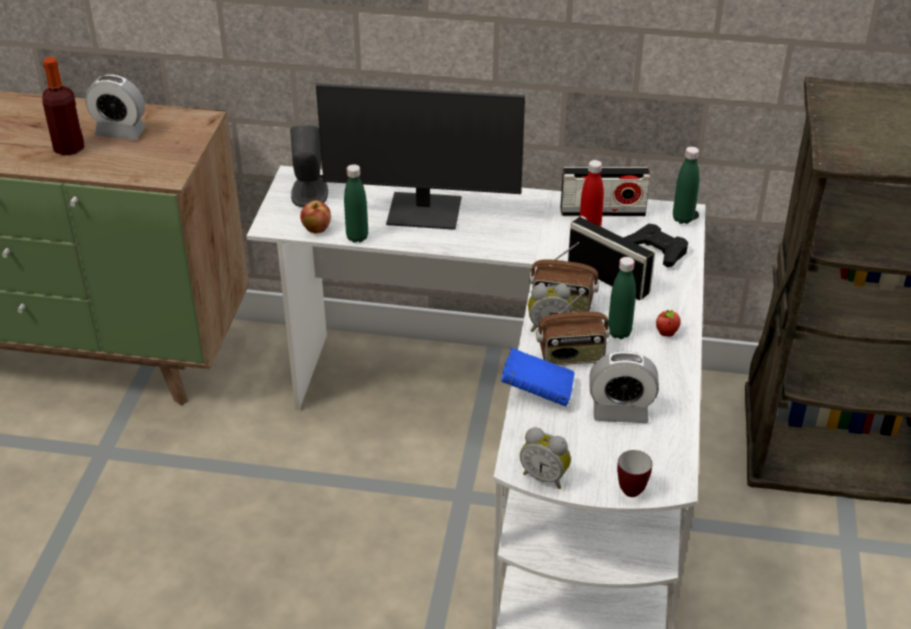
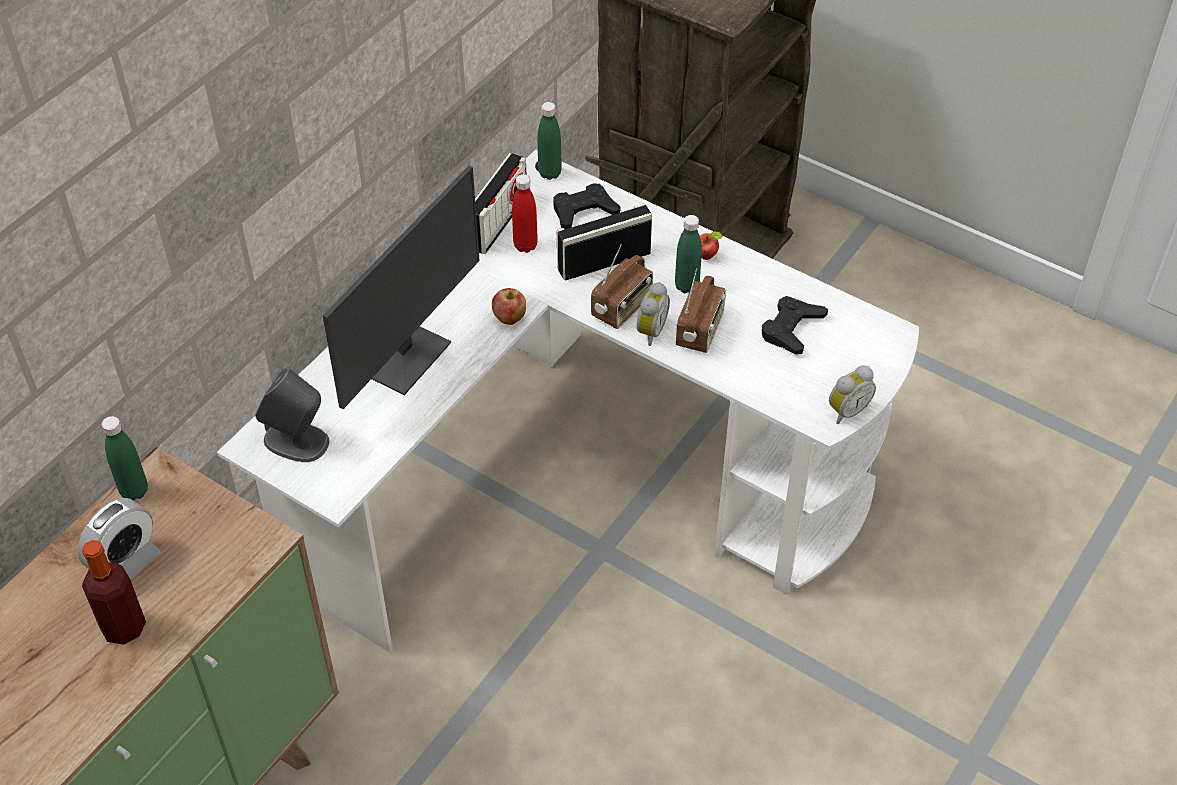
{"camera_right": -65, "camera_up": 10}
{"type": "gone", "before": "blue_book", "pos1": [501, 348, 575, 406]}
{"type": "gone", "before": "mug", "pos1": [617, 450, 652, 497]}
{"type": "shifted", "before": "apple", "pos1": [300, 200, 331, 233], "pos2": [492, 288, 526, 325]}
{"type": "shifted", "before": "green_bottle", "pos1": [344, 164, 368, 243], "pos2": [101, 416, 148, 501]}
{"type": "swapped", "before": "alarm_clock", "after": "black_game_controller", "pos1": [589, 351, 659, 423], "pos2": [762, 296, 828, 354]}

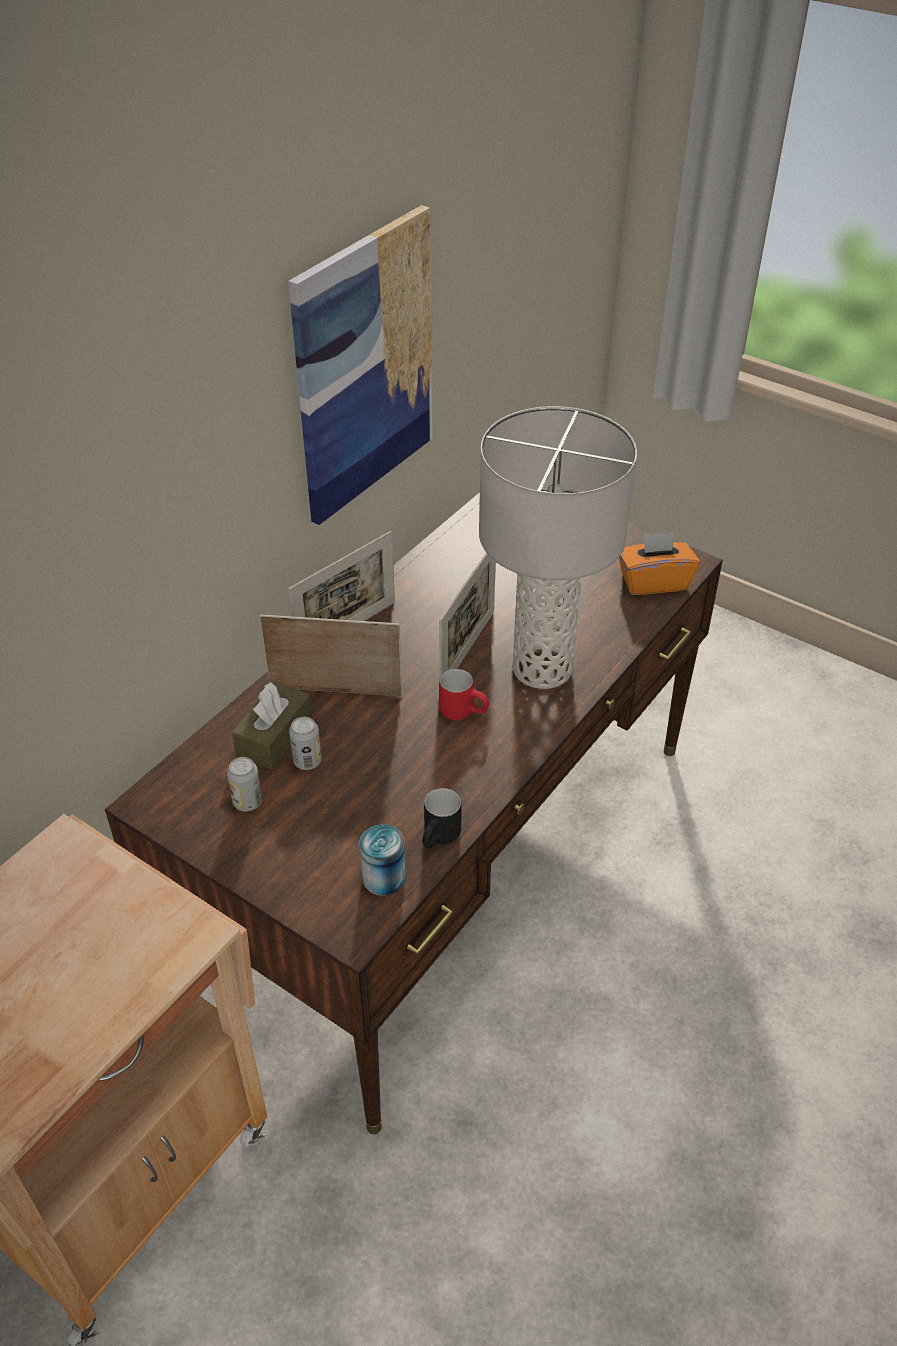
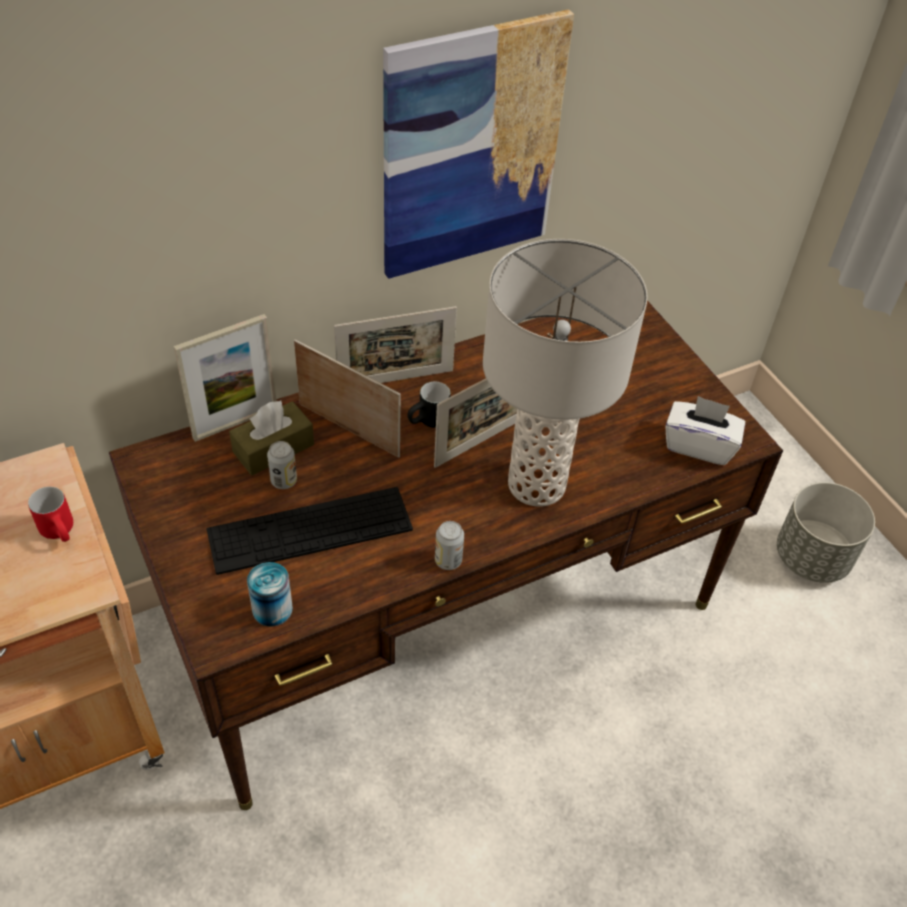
{"camera_right": 25, "camera_up": 5}
{"type": "new", "after": "picture_frame", "pos2": [174, 314, 276, 442]}
{"type": "new", "after": "keyboard", "pos2": [207, 487, 413, 575]}
{"type": "new", "after": "grey_planter", "pos2": [777, 482, 875, 583]}
{"type": "shifted", "before": "can", "pos1": [227, 757, 262, 811], "pos2": [435, 521, 464, 570]}
{"type": "shifted", "before": "black_mug", "pos1": [422, 788, 462, 849], "pos2": [407, 381, 451, 428]}
{"type": "shifted", "before": "red_mug", "pos1": [439, 669, 489, 720], "pos2": [28, 487, 73, 542]}
{"type": "repainted", "before": "orange_tissue_box", "after": "white_tissue_box", "pos1": [619, 531, 700, 595], "pos2": [665, 396, 745, 465]}

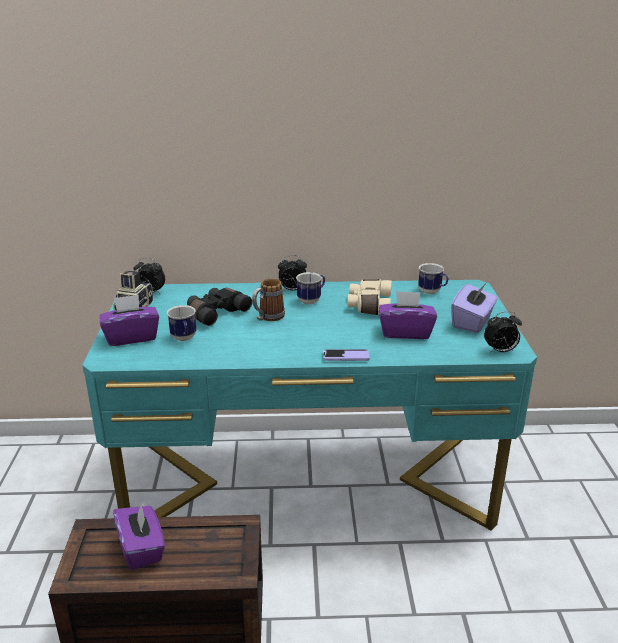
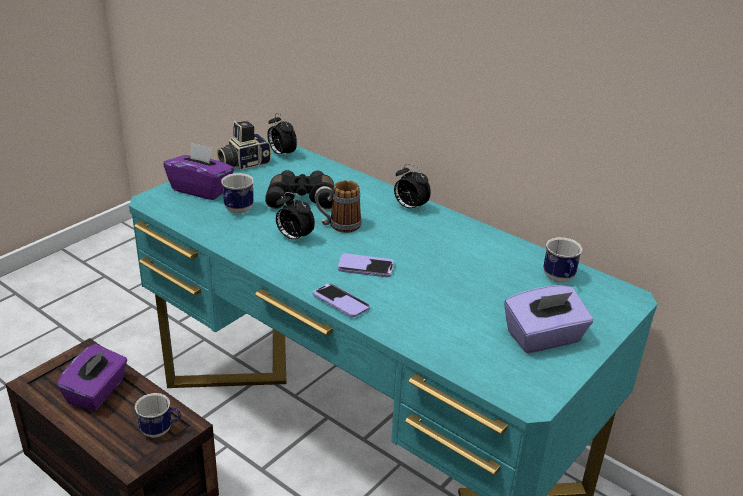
{"camera_right": 40, "camera_up": 5}
{"type": "gone", "before": "beige_binoculars", "pos1": [348, 279, 391, 315]}
{"type": "gone", "before": "purple_tissue_box", "pos1": [379, 291, 437, 339]}
{"type": "new", "after": "phone", "pos2": [338, 253, 394, 277]}
{"type": "shifted", "before": "mug", "pos1": [296, 272, 325, 305], "pos2": [135, 393, 181, 438]}
{"type": "shifted", "before": "alarm_clock", "pos1": [484, 311, 522, 353], "pos2": [276, 192, 315, 243]}

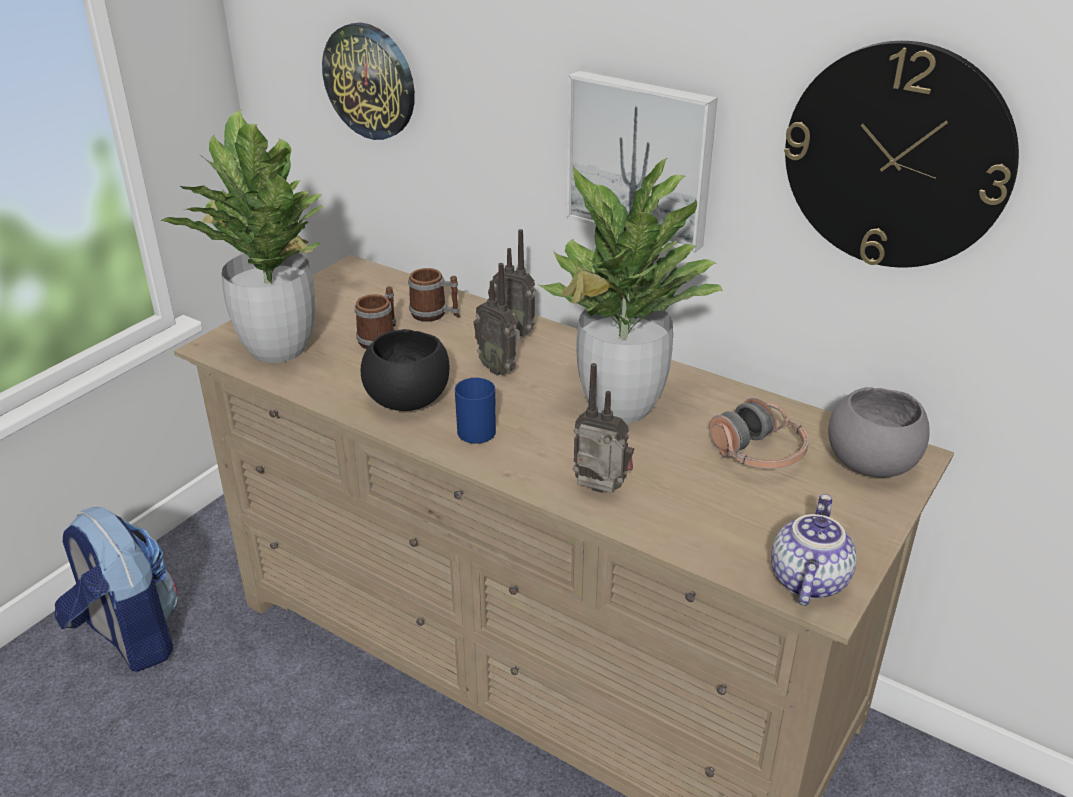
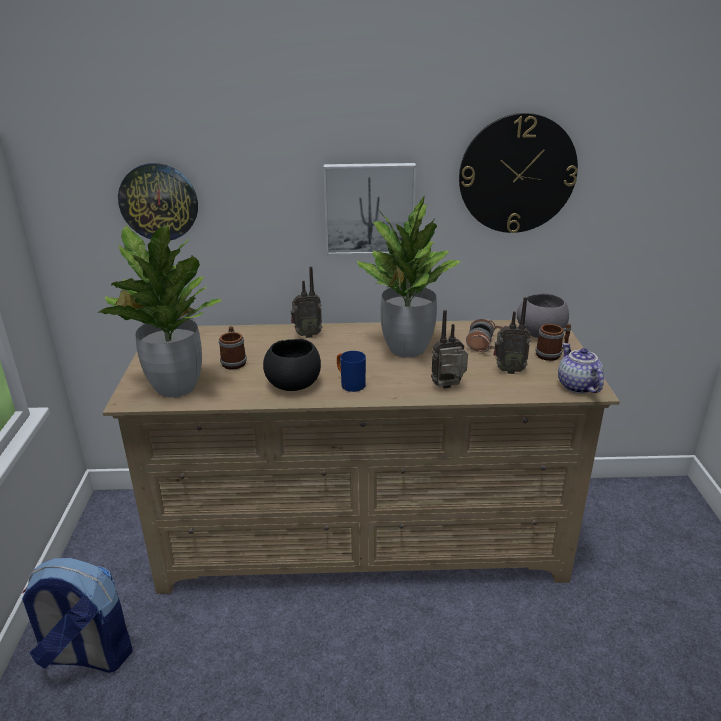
{"camera_right": -35, "camera_up": -5}
{"type": "shifted", "before": "mug", "pos1": [408, 268, 461, 322], "pos2": [536, 323, 571, 361]}
{"type": "shifted", "before": "radio", "pos1": [473, 263, 520, 376], "pos2": [493, 297, 531, 374]}

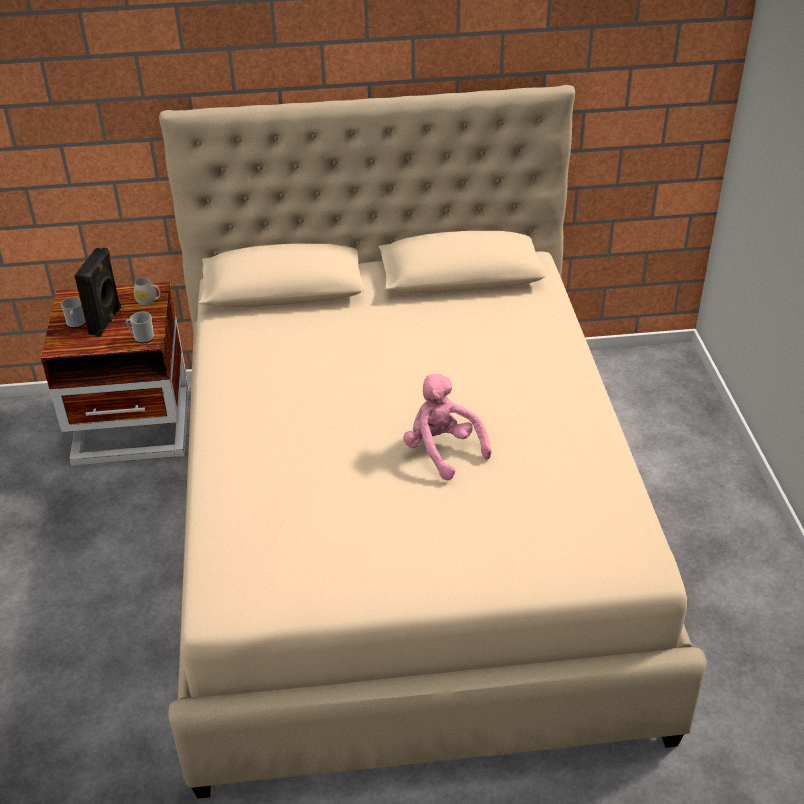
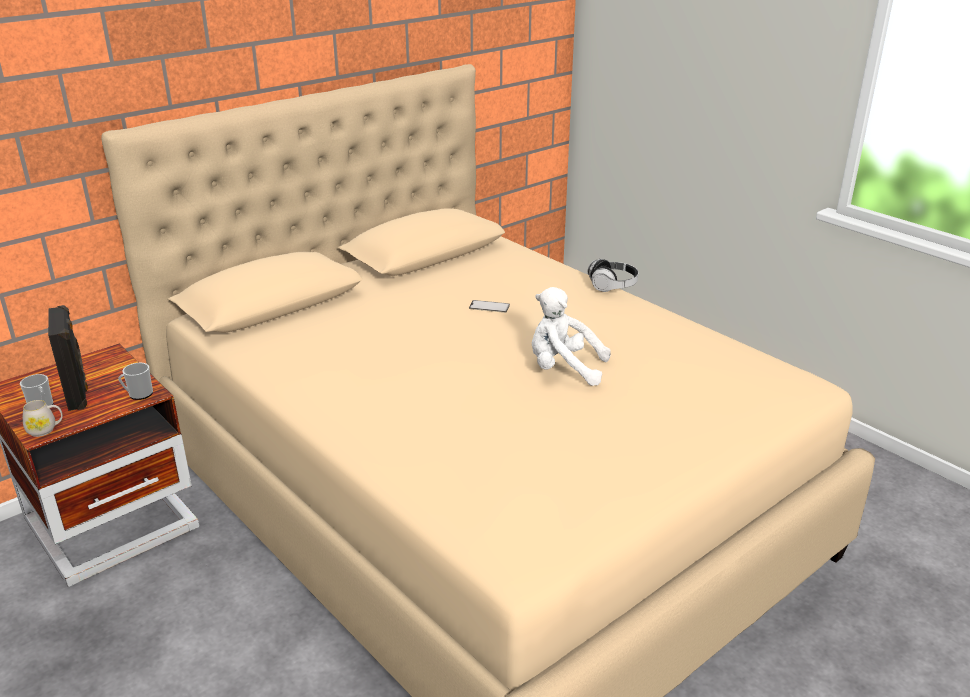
{"camera_right": -35, "camera_up": -10}
{"type": "new", "after": "phone", "pos2": [469, 300, 510, 313]}
{"type": "new", "after": "headphones", "pos2": [588, 259, 639, 292]}
{"type": "shifted", "before": "white_mug", "pos1": [134, 277, 161, 305], "pos2": [23, 400, 63, 437]}
{"type": "repainted", "before": "pink_plush_toy", "after": "white_plush_toy", "pos1": [403, 374, 492, 480], "pos2": [532, 287, 611, 386]}

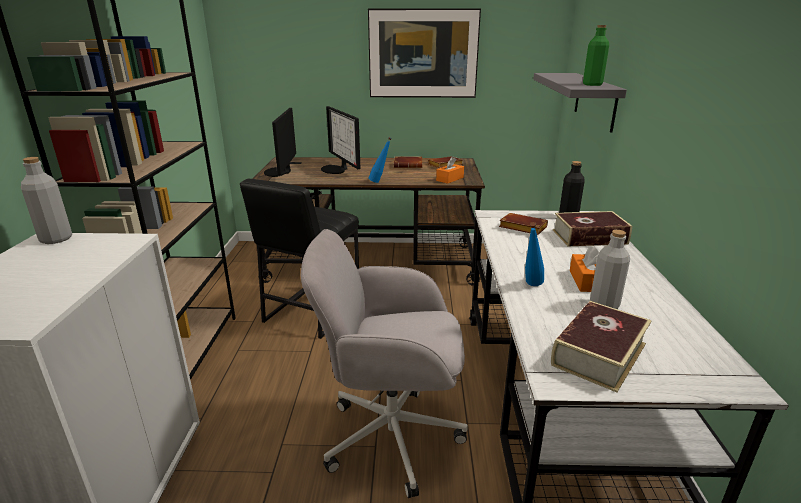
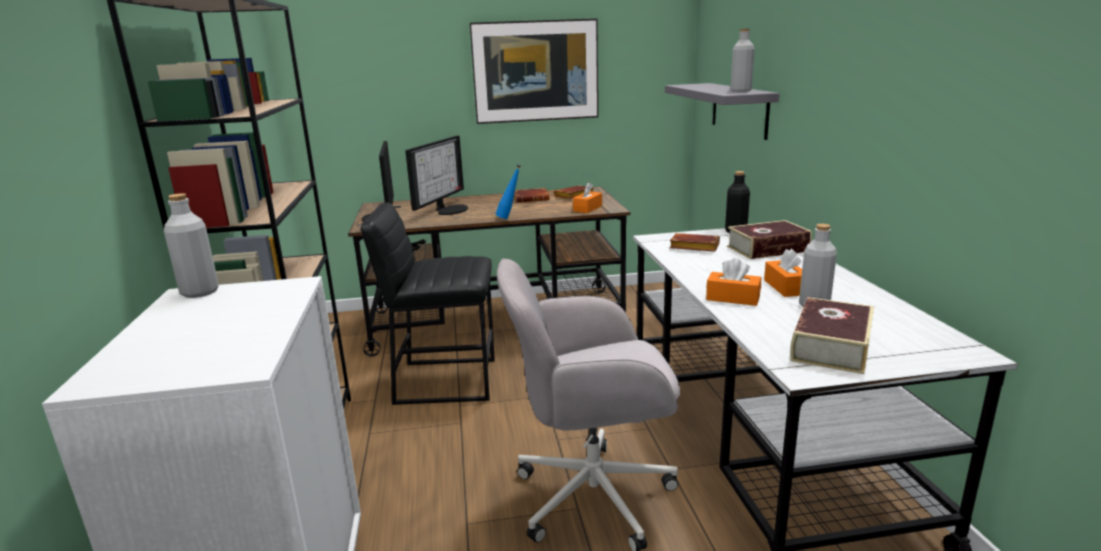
{"camera_right": -10, "camera_up": -5}
{"type": "swapped", "before": "blue_bottle", "after": "orange_tissue_box", "pos1": [525, 222, 544, 286], "pos2": [706, 258, 761, 306]}
{"type": "repainted", "before": "green_bottle", "after": "grey_bottle", "pos1": [583, 25, 609, 86], "pos2": [730, 28, 755, 92]}
{"type": "rotated", "before": "black_chair", "pos1": [240, 179, 359, 339], "pos2": [361, 202, 495, 405], "turn": 75}
{"type": "rotated", "before": "monitor", "pos1": [321, 106, 360, 174], "pos2": [405, 136, 468, 215], "turn": -120}

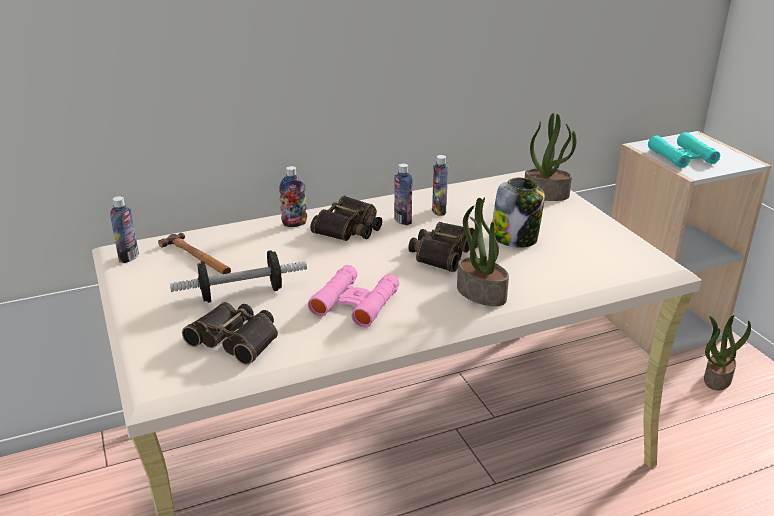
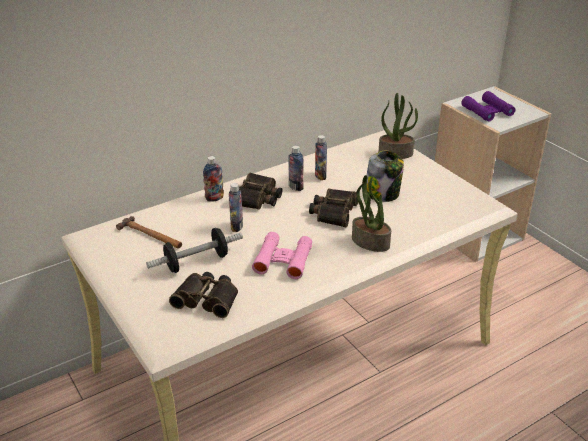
{"camera_right": -10, "camera_up": 5}
{"type": "gone", "before": "potted_plant", "pos1": [704, 315, 751, 391]}
{"type": "shifted", "before": "bottle", "pos1": [110, 196, 139, 263], "pos2": [229, 183, 243, 232]}
{"type": "repainted", "before": "turquoise_binoculars", "after": "purple_binoculars", "pos1": [648, 132, 720, 168], "pos2": [461, 91, 515, 121]}

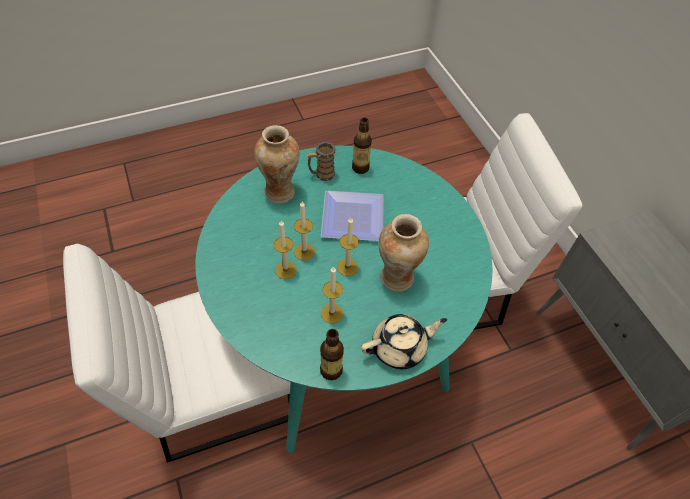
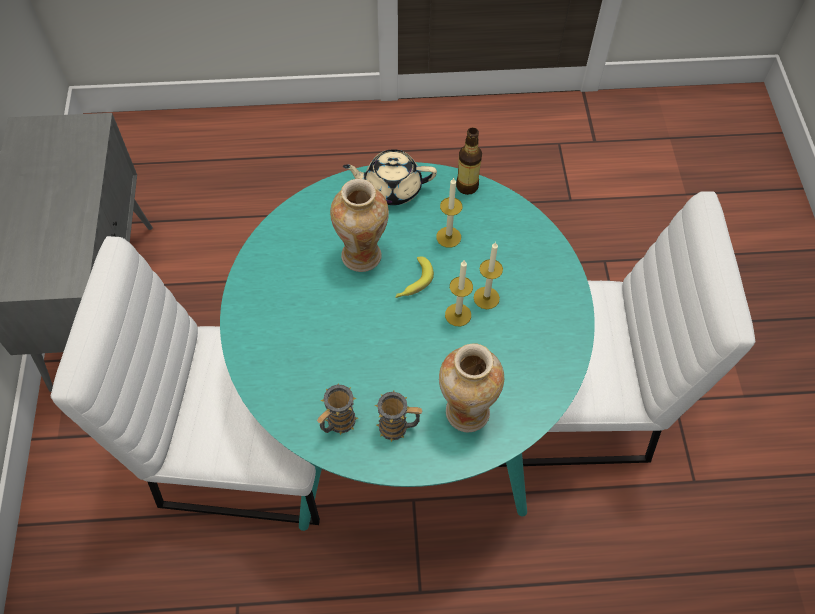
{"camera_right": -160, "camera_up": 5}
{"type": "gone", "before": "plate", "pos1": [321, 191, 384, 241]}
{"type": "swapped", "before": "candle", "after": "banana", "pos1": [337, 218, 359, 276], "pos2": [395, 256, 434, 298]}
{"type": "swapped", "before": "bottle", "after": "mug", "pos1": [352, 118, 372, 174], "pos2": [317, 384, 358, 435]}

